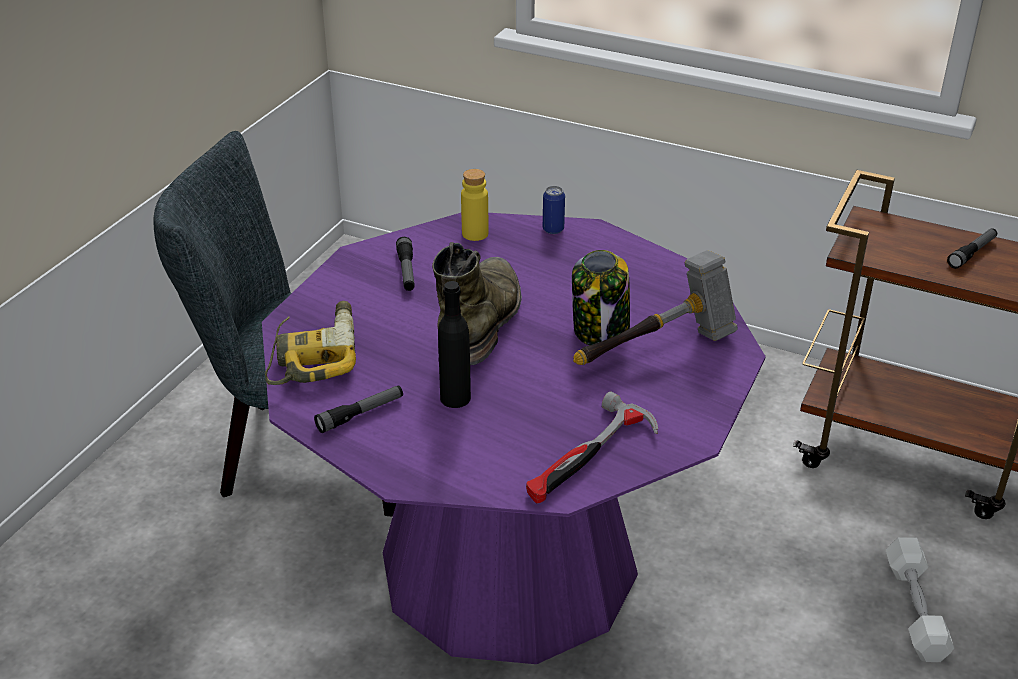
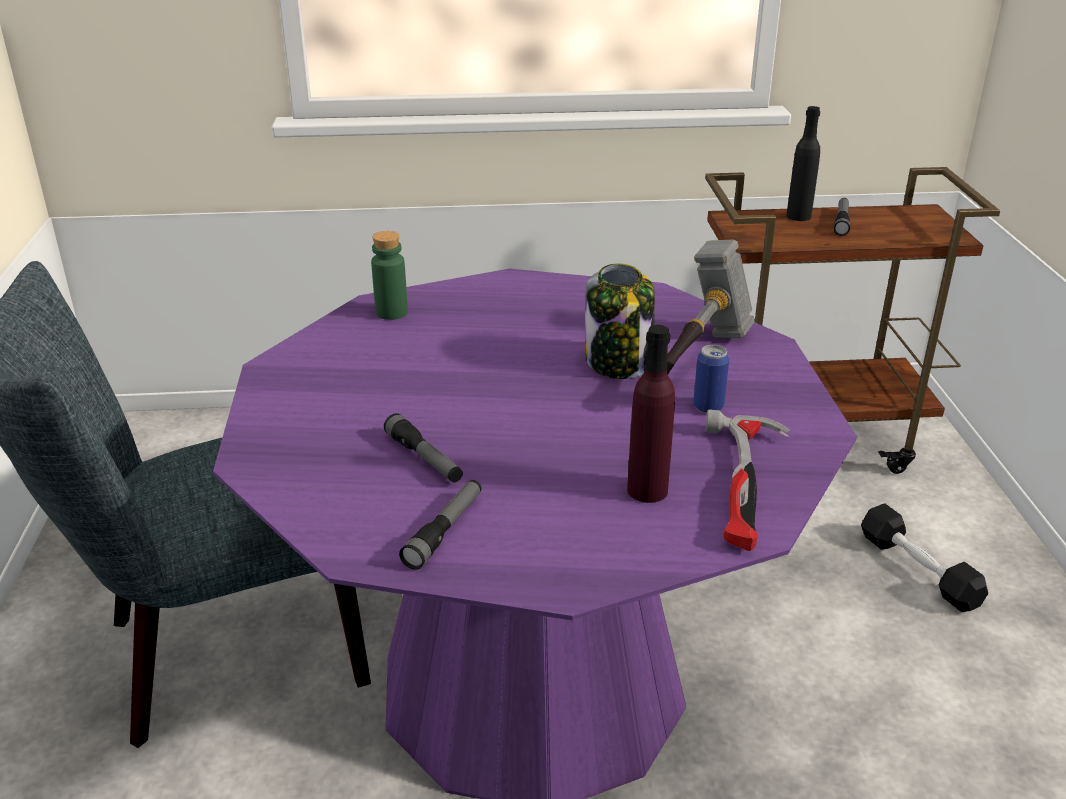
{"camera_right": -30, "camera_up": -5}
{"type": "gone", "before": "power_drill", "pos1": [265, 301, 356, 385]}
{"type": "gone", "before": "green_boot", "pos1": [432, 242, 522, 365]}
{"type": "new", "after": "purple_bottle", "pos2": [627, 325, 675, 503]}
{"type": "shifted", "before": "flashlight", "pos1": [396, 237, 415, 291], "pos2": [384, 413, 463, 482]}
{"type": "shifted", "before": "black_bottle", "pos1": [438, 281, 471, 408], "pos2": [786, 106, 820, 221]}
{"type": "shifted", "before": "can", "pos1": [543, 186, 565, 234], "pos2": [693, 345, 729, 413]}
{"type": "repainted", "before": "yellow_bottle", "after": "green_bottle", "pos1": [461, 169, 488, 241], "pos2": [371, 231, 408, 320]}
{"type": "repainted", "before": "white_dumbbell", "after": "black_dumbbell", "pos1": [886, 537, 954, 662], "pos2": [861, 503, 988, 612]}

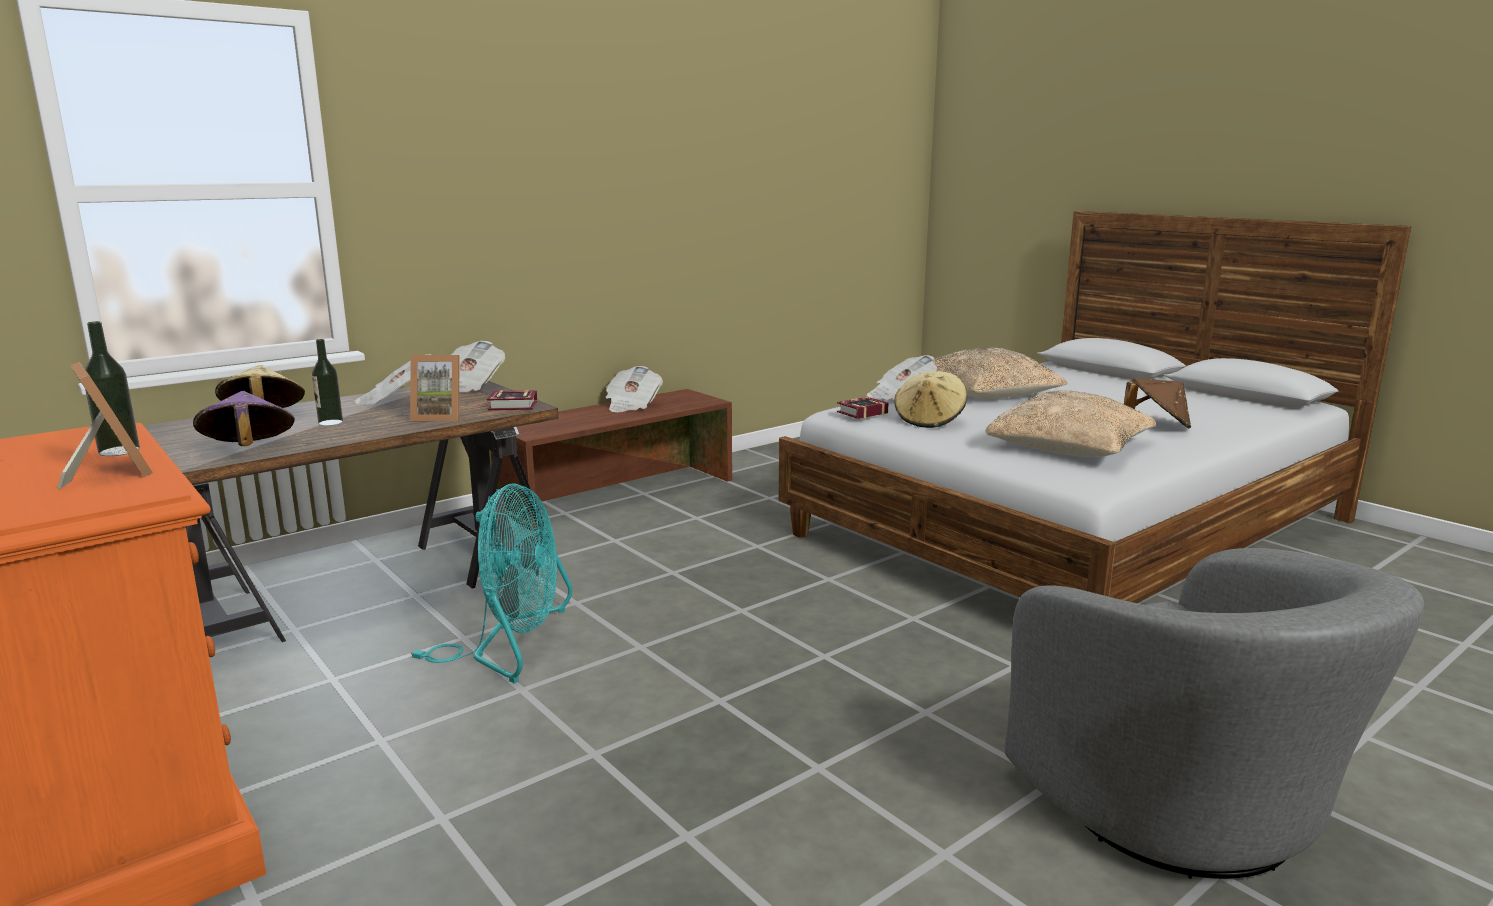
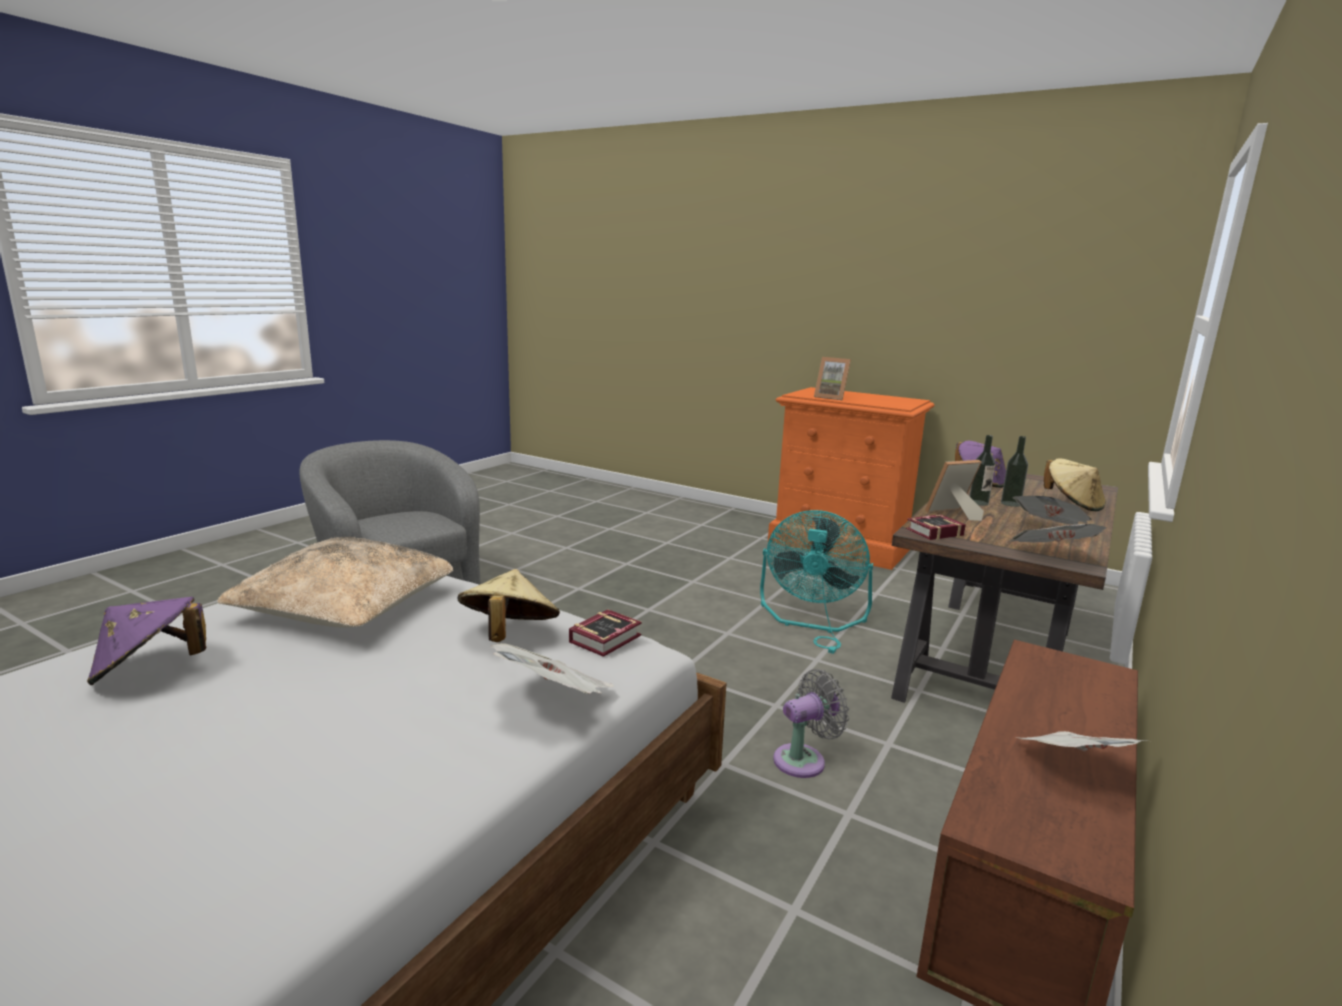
{"camera_right": 160, "camera_up": 0}
{"type": "gone", "before": "beige_pillow", "pos1": [933, 348, 1067, 399]}
{"type": "new", "after": "grey_fan", "pos2": [773, 669, 849, 778]}
{"type": "shifted", "before": "bottle", "pos1": [85, 321, 140, 456], "pos2": [970, 435, 995, 506]}
{"type": "repainted", "before": "brown_hat", "after": "purple_hat", "pos1": [1124, 378, 1191, 429], "pos2": [87, 597, 206, 685]}
{"type": "rotated", "before": "turquoise_fan", "pos1": [412, 483, 572, 684], "pos2": [760, 510, 873, 654], "turn": 120}

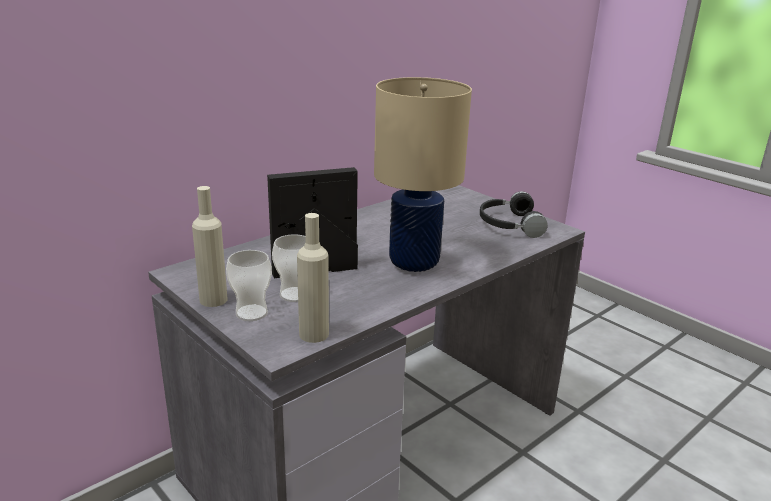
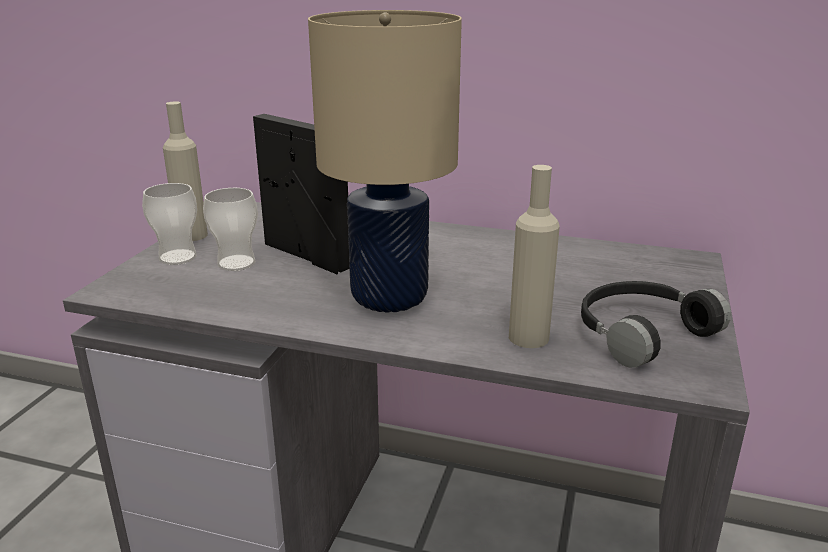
{"camera_right": 60, "camera_up": 0}
{"type": "shifted", "before": "beige_bottle", "pos1": [297, 213, 329, 343], "pos2": [509, 165, 560, 348]}

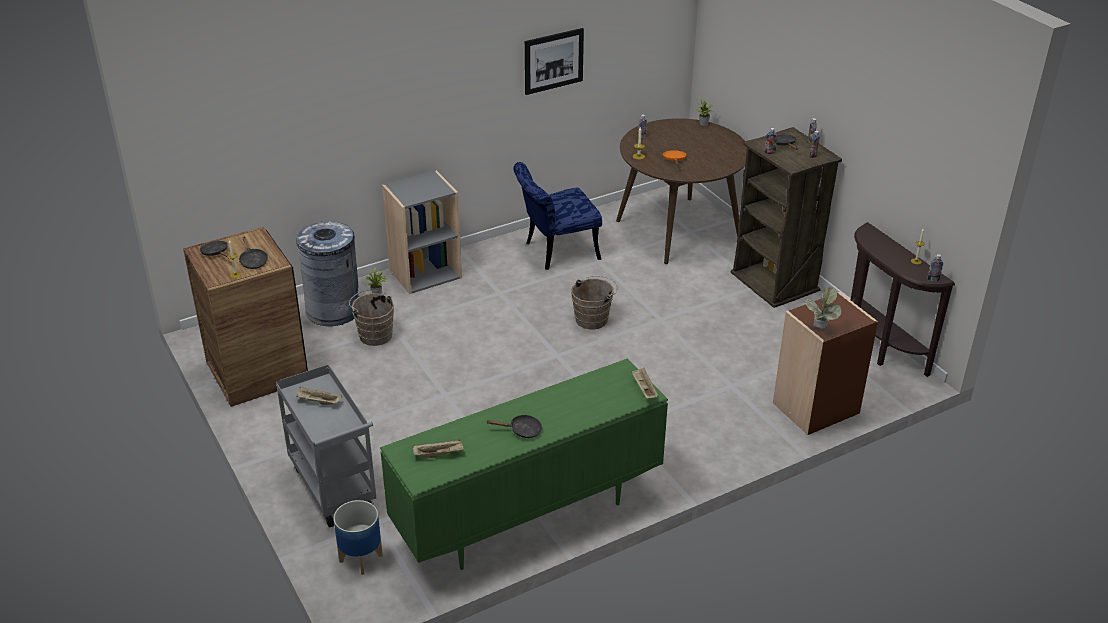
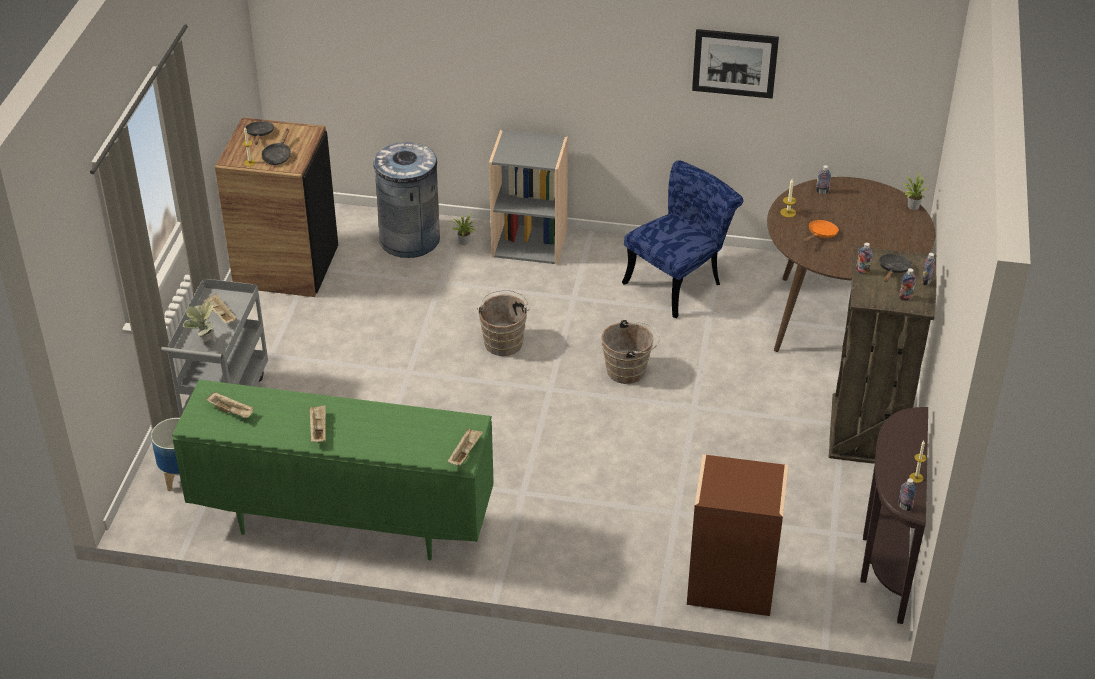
{"camera_right": 40, "camera_up": 5}
{"type": "shifted", "before": "brown_bucket", "pos1": [349, 290, 394, 346], "pos2": [477, 290, 531, 356]}
{"type": "shifted", "before": "potted_plant", "pos1": [804, 287, 841, 329], "pos2": [183, 301, 216, 343]}
{"type": "swapped", "before": "black_frying_pan", "after": "beige_tray", "pos1": [487, 415, 542, 438], "pos2": [309, 405, 326, 442]}
{"type": "rotated", "before": "blue_chair", "pos1": [513, 162, 602, 270], "pos2": [622, 160, 743, 318], "turn": 120}

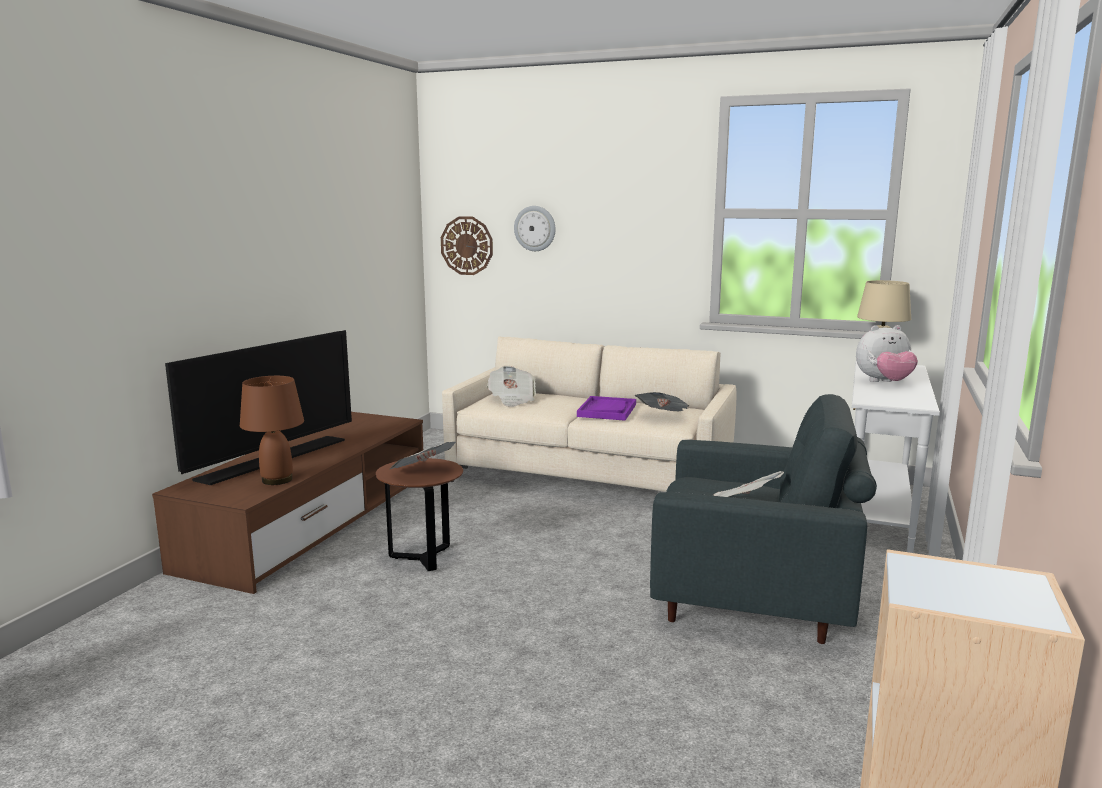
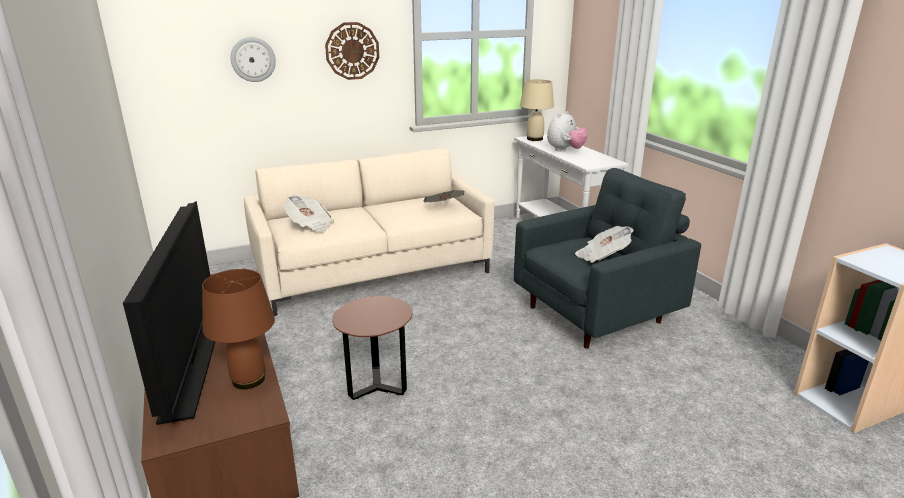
{"camera_right": -45, "camera_up": 10}
{"type": "gone", "before": "newspaper", "pos1": [390, 442, 456, 469]}
{"type": "gone", "before": "purple_tray", "pos1": [577, 396, 636, 421]}
{"type": "shifted", "before": "wall_clock", "pos1": [441, 216, 493, 275], "pos2": [325, 22, 379, 80]}

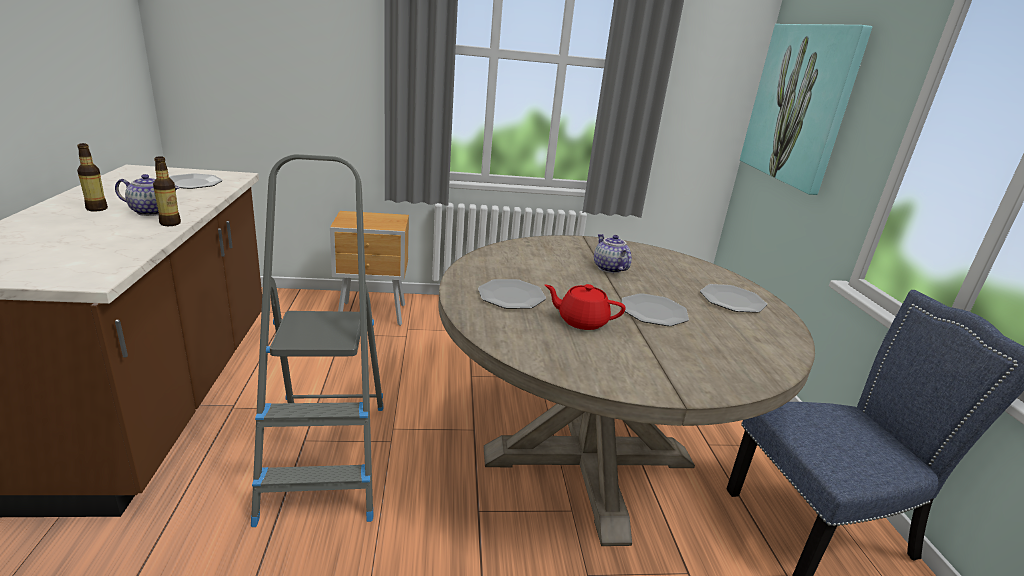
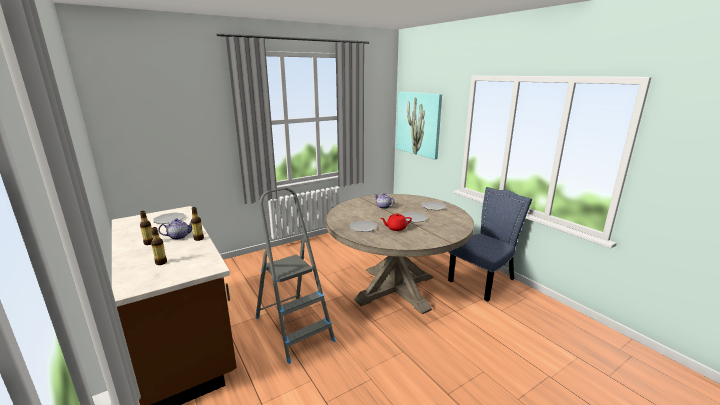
{"camera_right": -25, "camera_up": -5}
{"type": "gone", "before": "brown_nightstand", "pos1": [330, 211, 409, 326]}
{"type": "new", "after": "bottle", "pos2": [151, 227, 167, 265]}

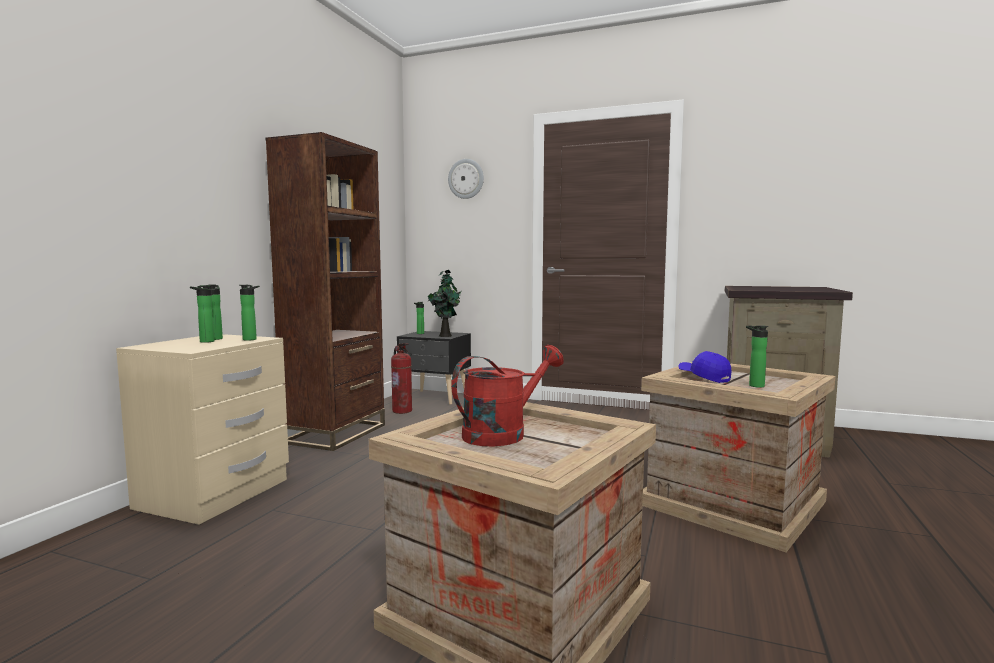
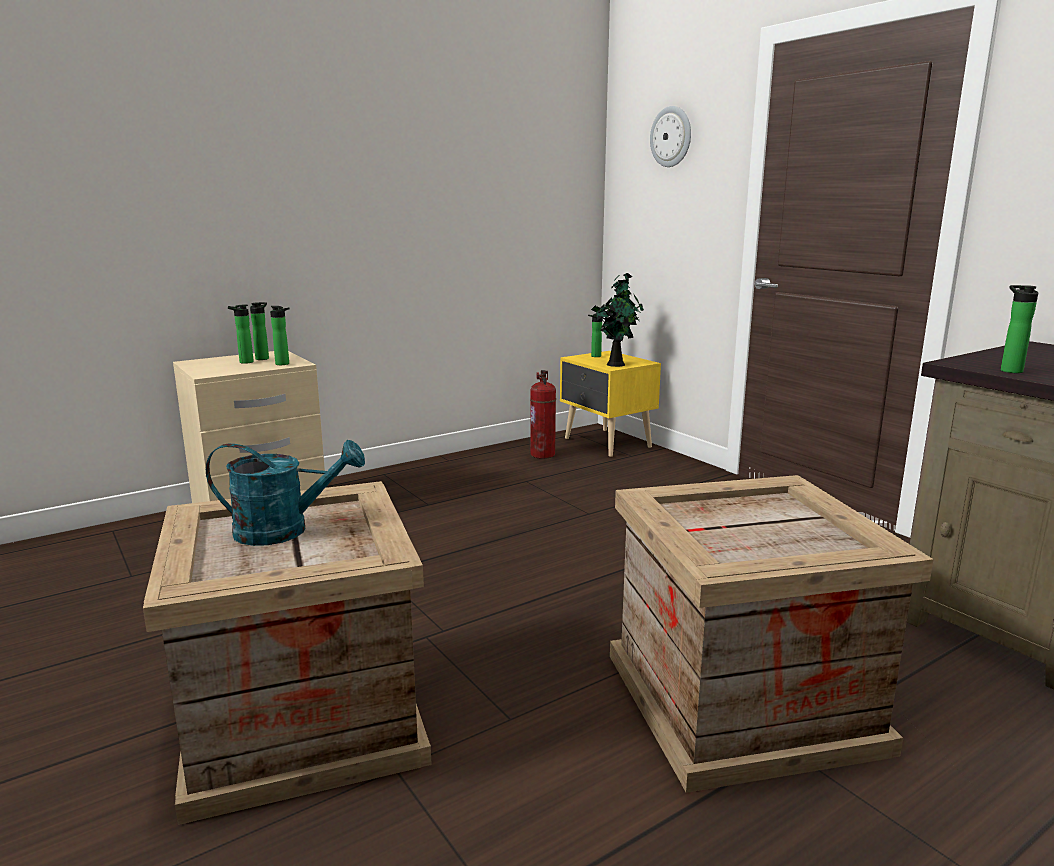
{"camera_right": 35, "camera_up": 10}
{"type": "gone", "before": "brown_bookcase", "pos1": [266, 132, 385, 451]}
{"type": "gone", "before": "blue_cap", "pos1": [678, 351, 732, 383]}
{"type": "shifted", "before": "bottle", "pos1": [746, 325, 768, 388], "pos2": [1001, 285, 1038, 373]}
{"type": "repainted", "before": "black_nightstand", "after": "yellow_nightstand", "pos1": [397, 331, 471, 405], "pos2": [560, 351, 661, 457]}
{"type": "repainted", "before": "red_watering_can", "after": "turquoise_watering_can", "pos1": [451, 345, 564, 446], "pos2": [206, 440, 365, 546]}

